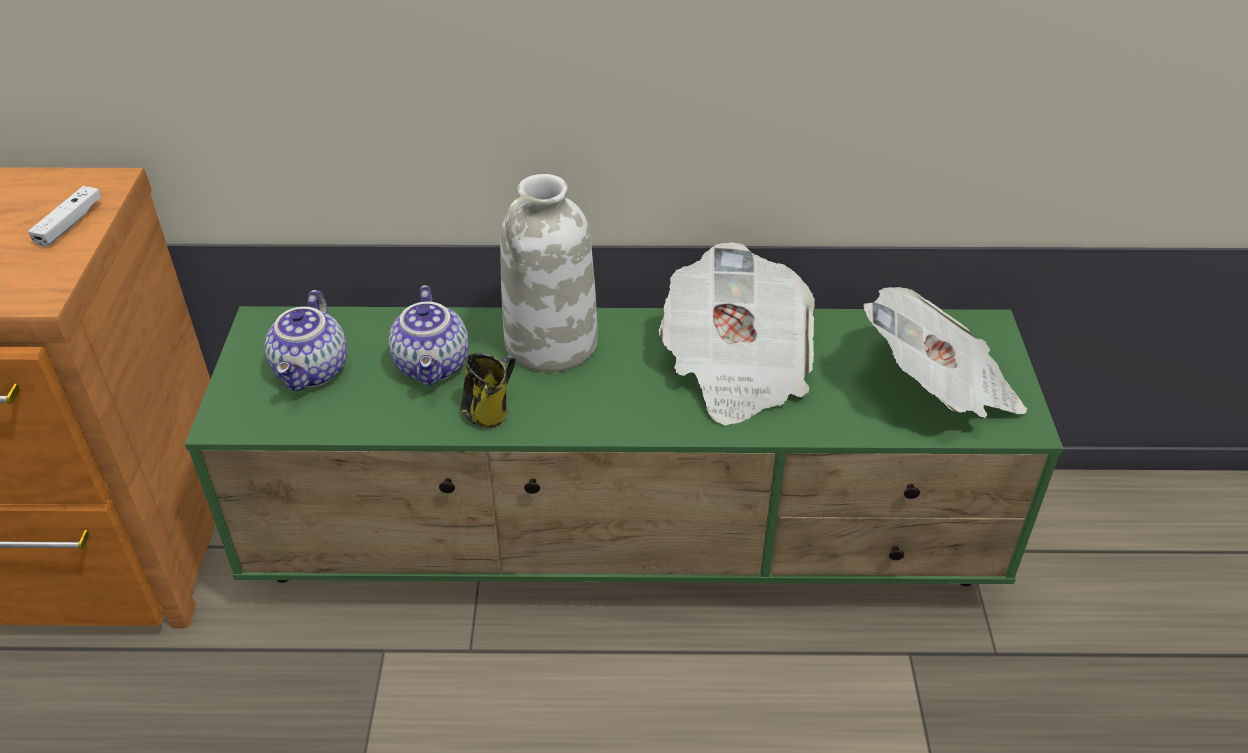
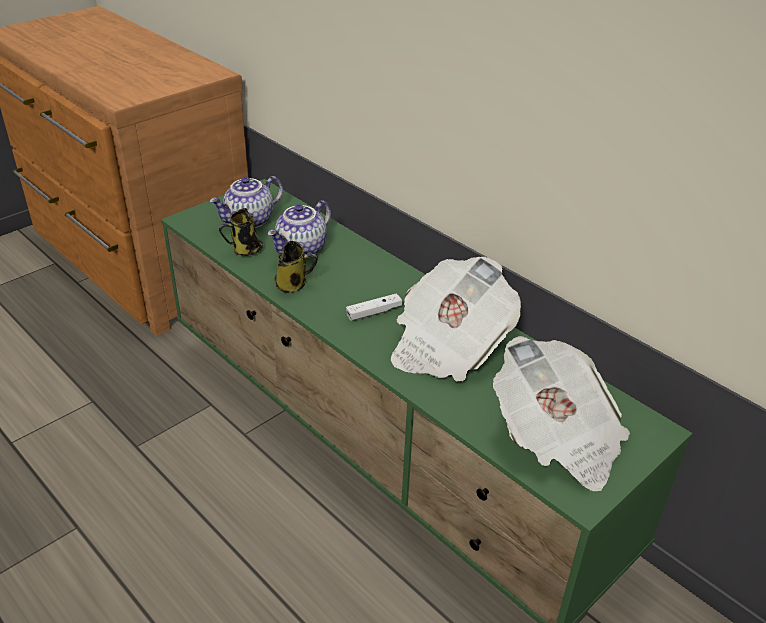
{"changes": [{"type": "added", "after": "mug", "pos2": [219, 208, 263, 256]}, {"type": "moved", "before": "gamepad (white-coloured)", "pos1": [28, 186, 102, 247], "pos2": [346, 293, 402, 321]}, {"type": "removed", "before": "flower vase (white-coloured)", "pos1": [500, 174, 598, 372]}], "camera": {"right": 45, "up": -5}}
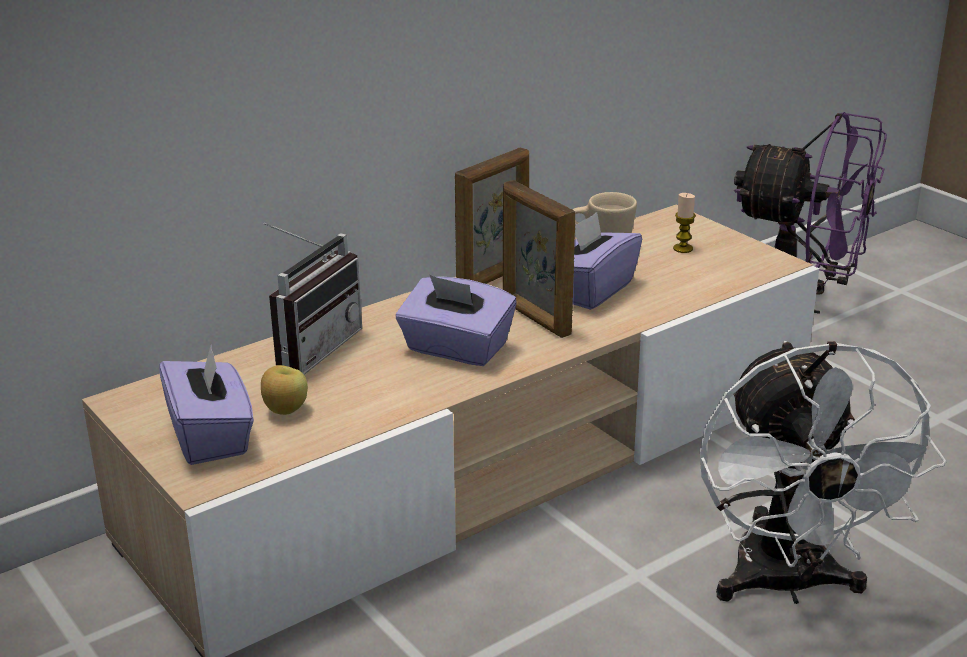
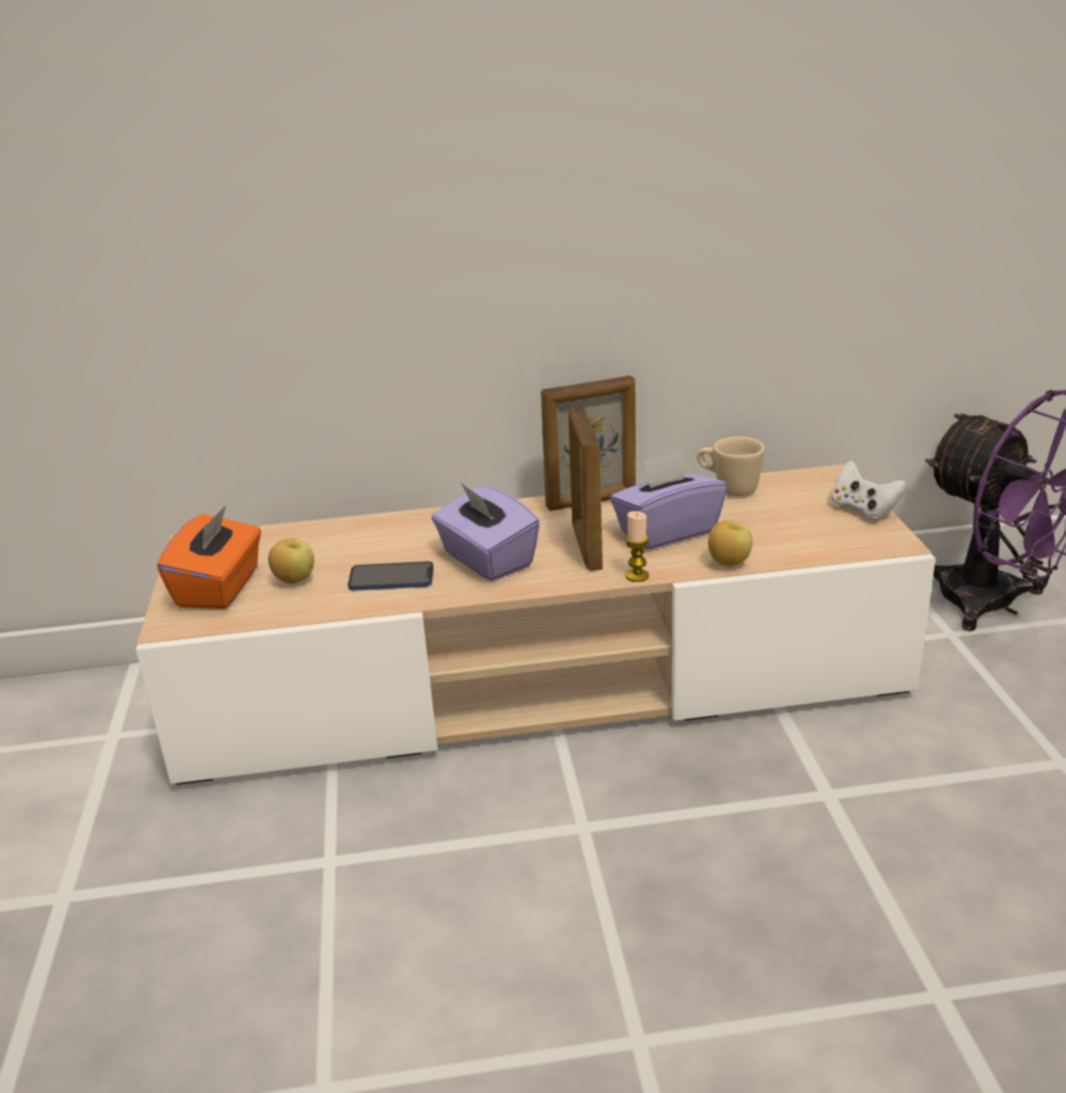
{"changes": [{"type": "recoloured", "before": "tissue box (purple-coloured)", "after": "tissue box (orange-coloured)", "pos1": [159, 343, 254, 465], "pos2": [157, 505, 261, 609]}, {"type": "added", "after": "telephone", "pos2": [348, 561, 434, 591]}, {"type": "moved", "before": "candle", "pos1": [673, 193, 696, 253], "pos2": [625, 511, 649, 582]}, {"type": "added", "after": "apple", "pos2": [708, 520, 753, 567]}, {"type": "added", "after": "gamepad (white-coloured)", "pos2": [832, 460, 907, 521]}, {"type": "removed", "before": "radio", "pos1": [264, 223, 362, 375]}, {"type": "removed", "before": "cooling fan (white-coloured)", "pos1": [700, 341, 946, 604]}], "camera": {"right": 30, "up": 0}}
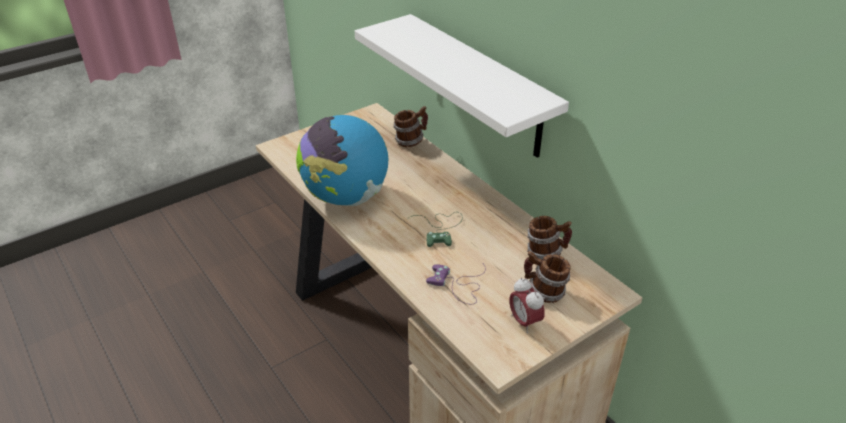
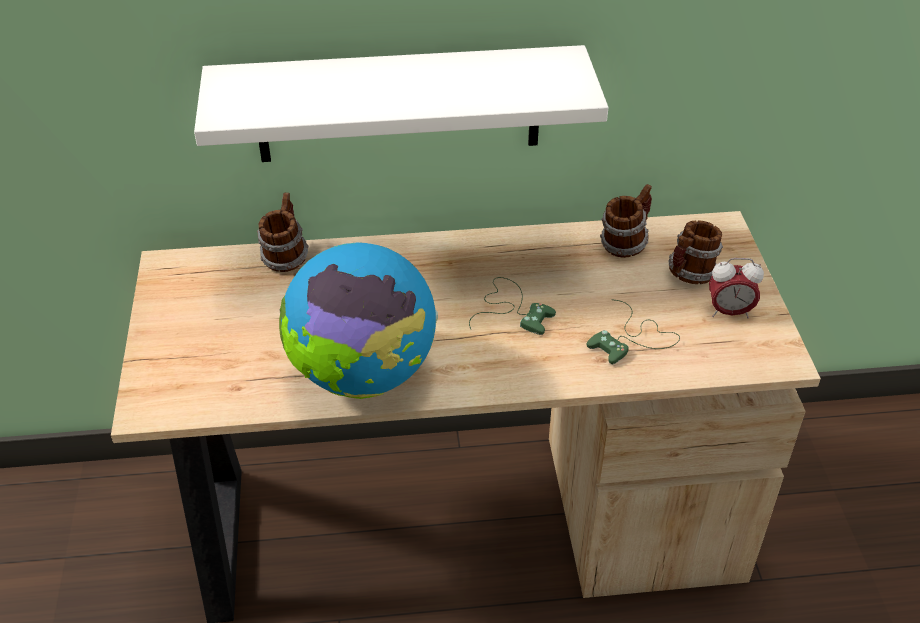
{"changes": [{"type": "recoloured", "before": "gamepad (purple-coloured)", "after": "gamepad (green-coloured)", "pos1": [426, 264, 486, 304], "pos2": [586, 300, 680, 364]}], "camera": {"right": -60, "up": 5}}
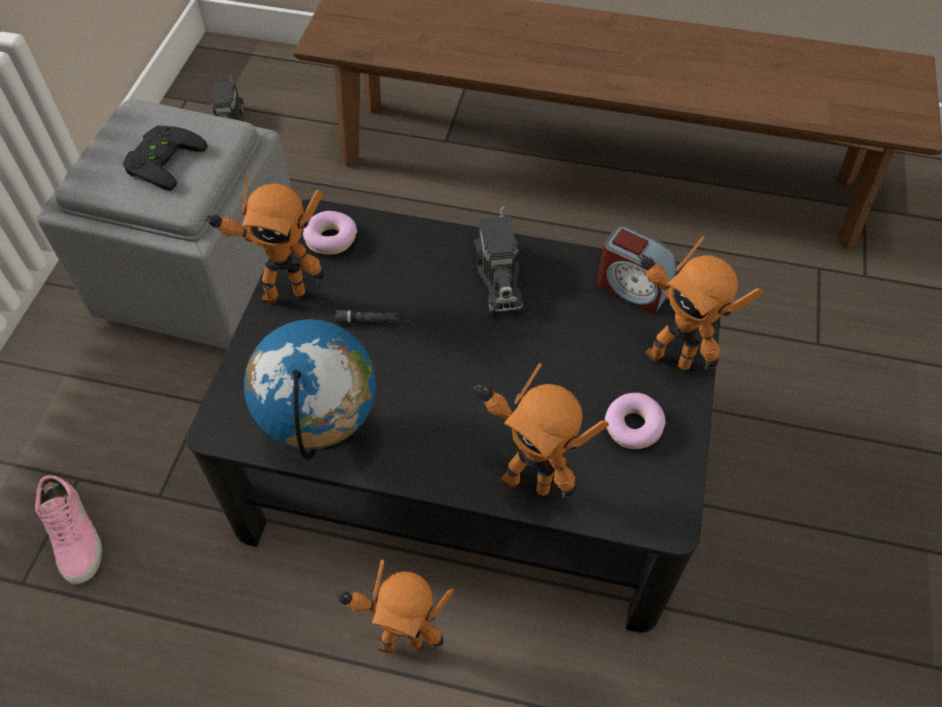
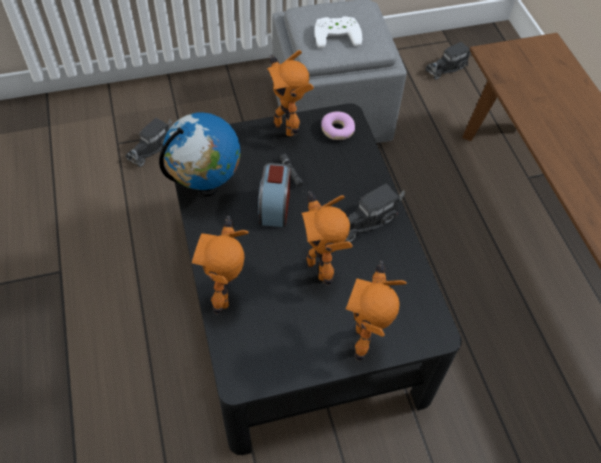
{"changes": [{"type": "replaced", "before": "item of footwear (pink-coloured)", "after": "toy truck", "pos1": [35, 475, 102, 585], "pos2": [125, 118, 172, 167]}, {"type": "moved", "before": "bedside clock", "pos1": [597, 225, 677, 314], "pos2": [258, 163, 290, 227]}, {"type": "moved", "before": "model robot", "pos1": [335, 559, 454, 653], "pos2": [301, 191, 353, 286]}, {"type": "recoloured", "before": "gamepad (black-coloured)", "after": "gamepad (white-coloured)", "pos1": [123, 125, 208, 191], "pos2": [315, 17, 362, 48]}, {"type": "removed", "before": "ring doughnut", "pos1": [605, 393, 665, 449]}], "camera": {"right": 60, "up": 0}}
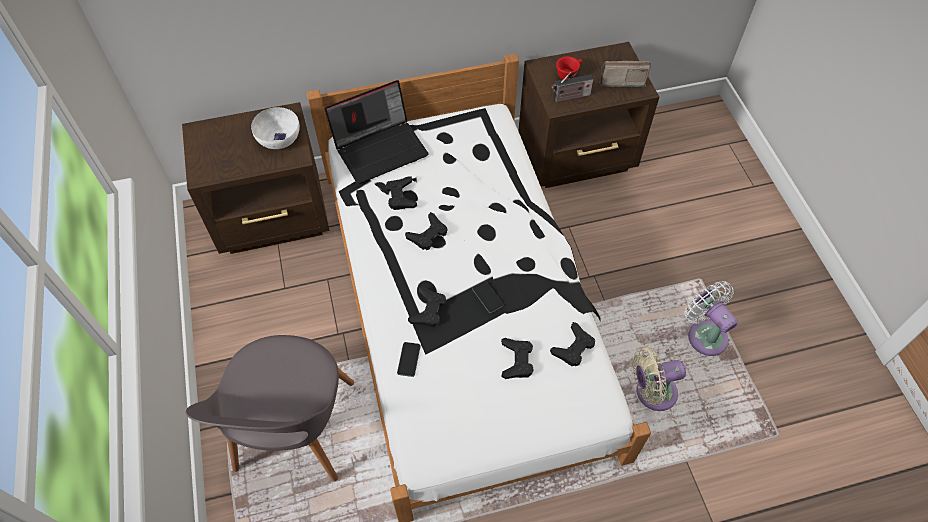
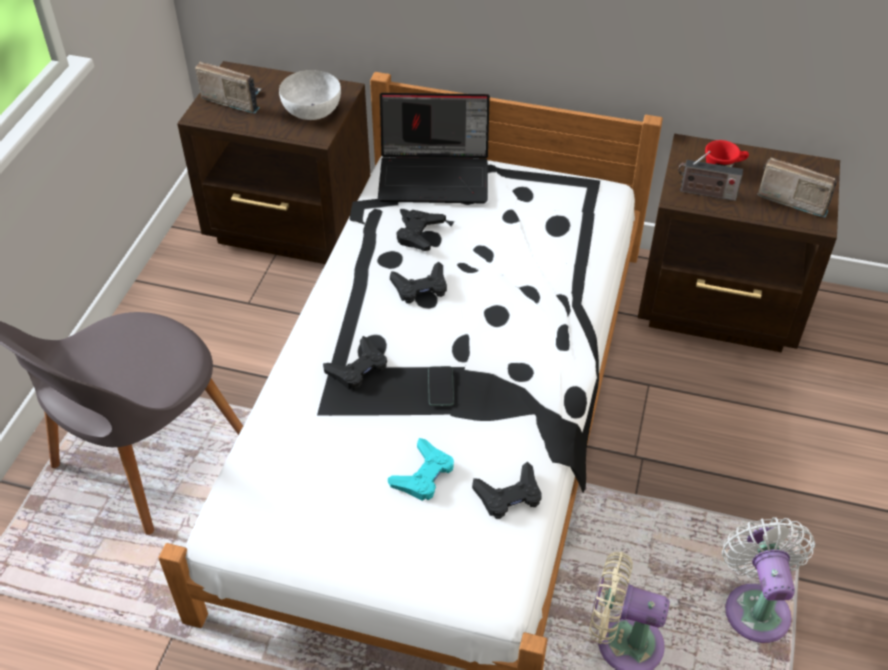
{"changes": [{"type": "added", "after": "radio", "pos2": [195, 61, 261, 114]}, {"type": "recoloured", "before": "gamepad (black-coloured)", "after": "gamepad (blue-green)", "pos1": [501, 338, 534, 379], "pos2": [388, 438, 454, 501]}, {"type": "removed", "before": "telephone", "pos1": [397, 342, 421, 377]}], "camera": {"right": 30, "up": -10}}
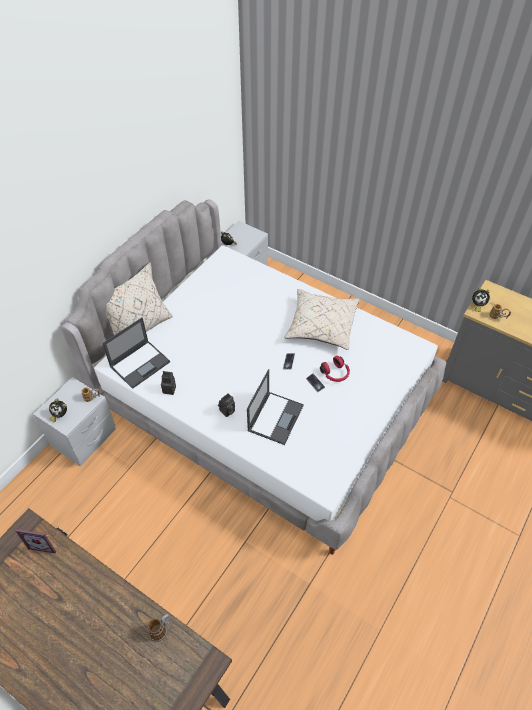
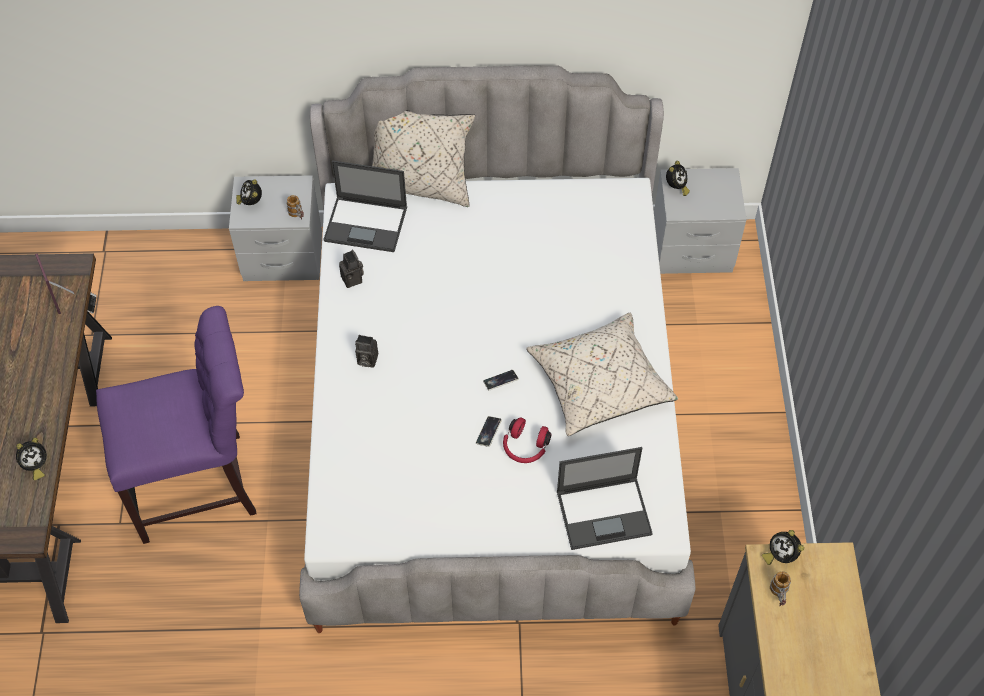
{"changes": [{"type": "replaced", "before": "mug", "after": "bedside clock", "pos1": [148, 614, 170, 642], "pos2": [16, 438, 47, 480]}, {"type": "added", "after": "chair (purple-coloured)", "pos2": [96, 306, 257, 544]}, {"type": "moved", "before": "portable computer", "pos1": [247, 369, 304, 445], "pos2": [557, 447, 653, 550]}], "camera": {"right": 55, "up": 5}}
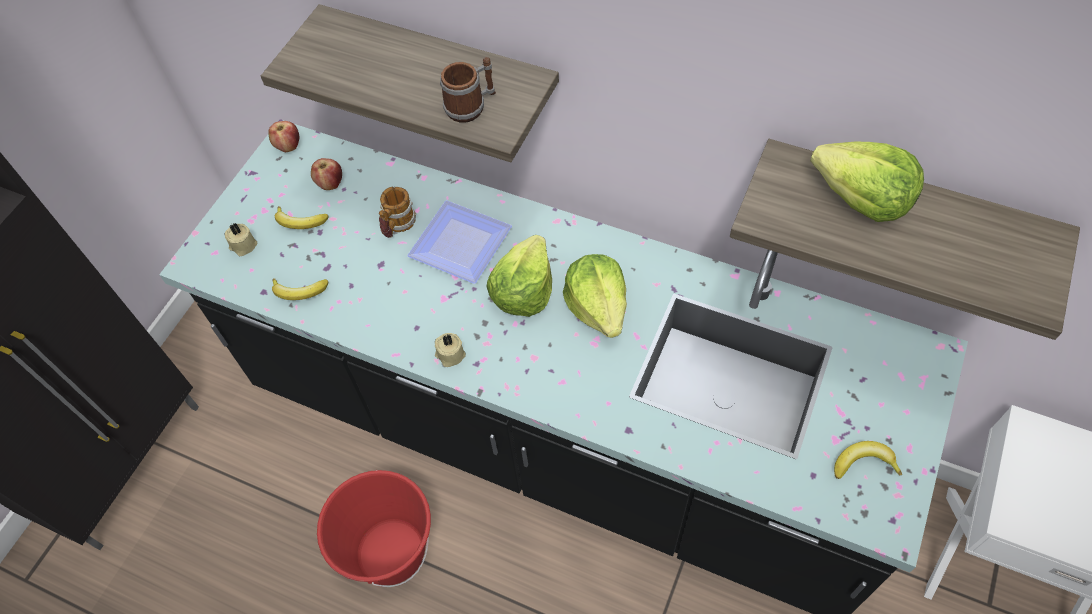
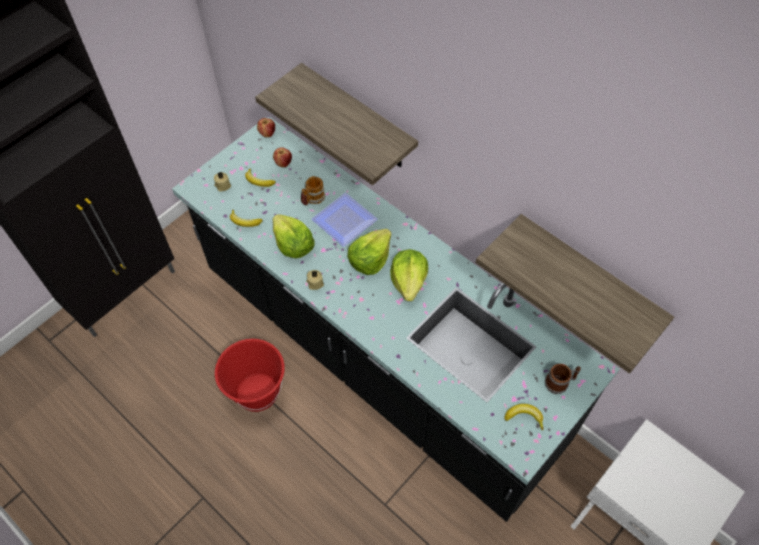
{"changes": [{"type": "moved", "before": "lettuce head", "pos1": [810, 142, 924, 222], "pos2": [273, 214, 314, 258]}, {"type": "moved", "before": "mug", "pos1": [440, 57, 496, 123], "pos2": [545, 364, 581, 394]}], "camera": {"right": 15, "up": 0}}
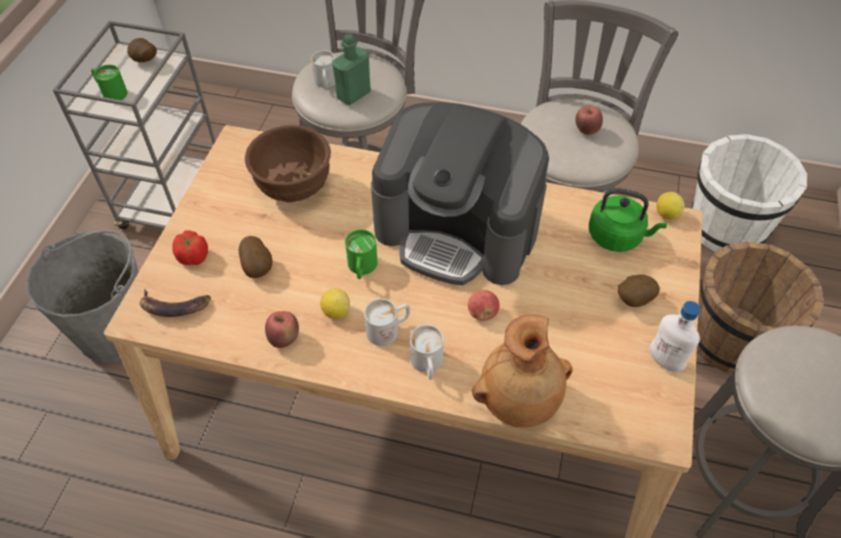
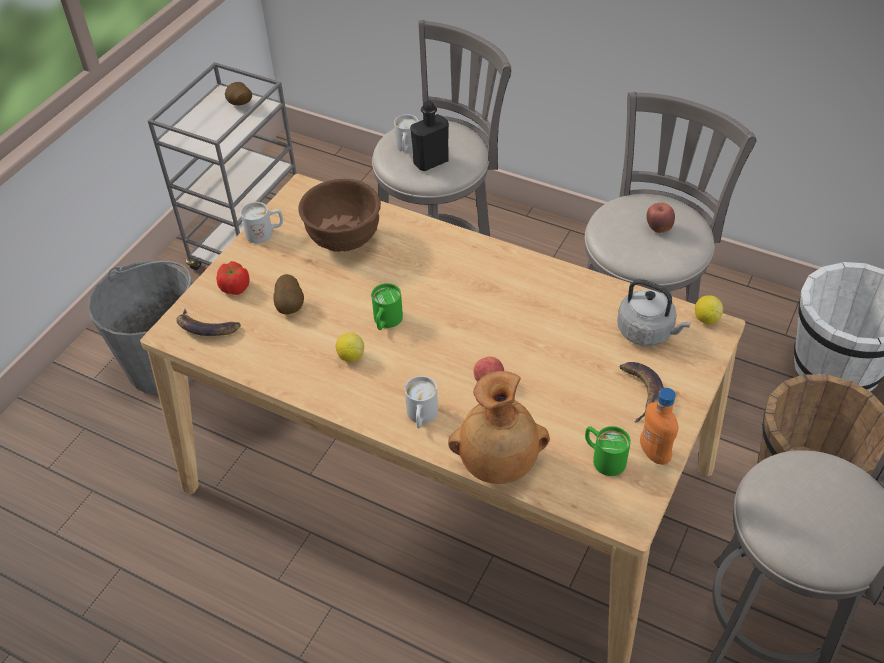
{"changes": [{"type": "moved", "before": "mug (white-coloured)", "pos1": [364, 299, 410, 346], "pos2": [240, 202, 283, 243]}, {"type": "recoloured", "before": "drink bottle (green-coloured)", "after": "drink bottle (black-coloured)", "pos1": [332, 34, 371, 105], "pos2": [410, 101, 449, 171]}, {"type": "moved", "before": "mug (green-coloured)", "pos1": [91, 65, 128, 100], "pos2": [585, 426, 631, 476]}, {"type": "recoloured", "before": "water kettle (green-coloured)", "after": "water kettle (gray)", "pos1": [589, 188, 667, 252], "pos2": [617, 279, 691, 346]}, {"type": "replaced", "before": "potato", "after": "banana fruit", "pos1": [618, 274, 660, 307], "pos2": [619, 362, 664, 423]}, {"type": "recoloured", "before": "drink bottle (white-coloured)", "after": "drink bottle (orange-coloured)", "pos1": [649, 301, 700, 372], "pos2": [640, 388, 678, 465]}, {"type": "removed", "before": "apple", "pos1": [265, 311, 299, 348]}, {"type": "removed", "before": "coffee maker", "pos1": [371, 102, 549, 285]}], "camera": {"right": 15, "up": -5}}
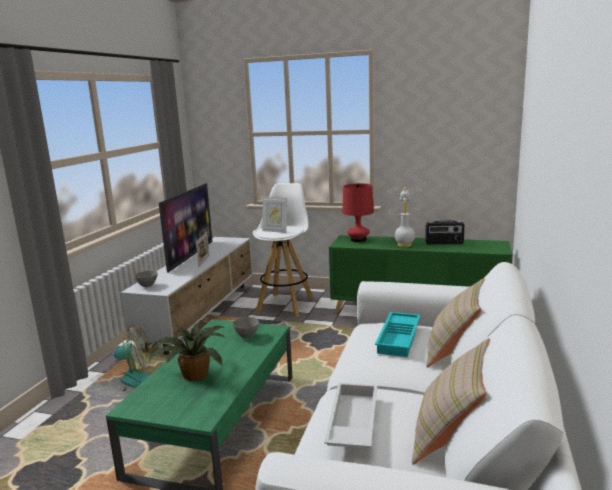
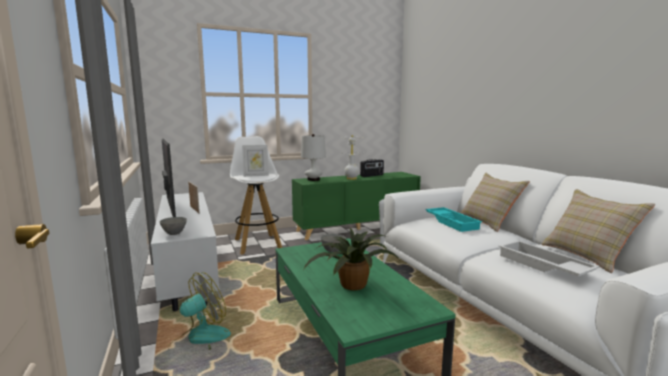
{"changes": [{"type": "recoloured", "before": "table lamp (reddish)", "after": "table lamp (white-coloured)", "pos1": [342, 183, 374, 242], "pos2": [301, 134, 326, 181]}], "camera": {"right": -40, "up": -5}}
